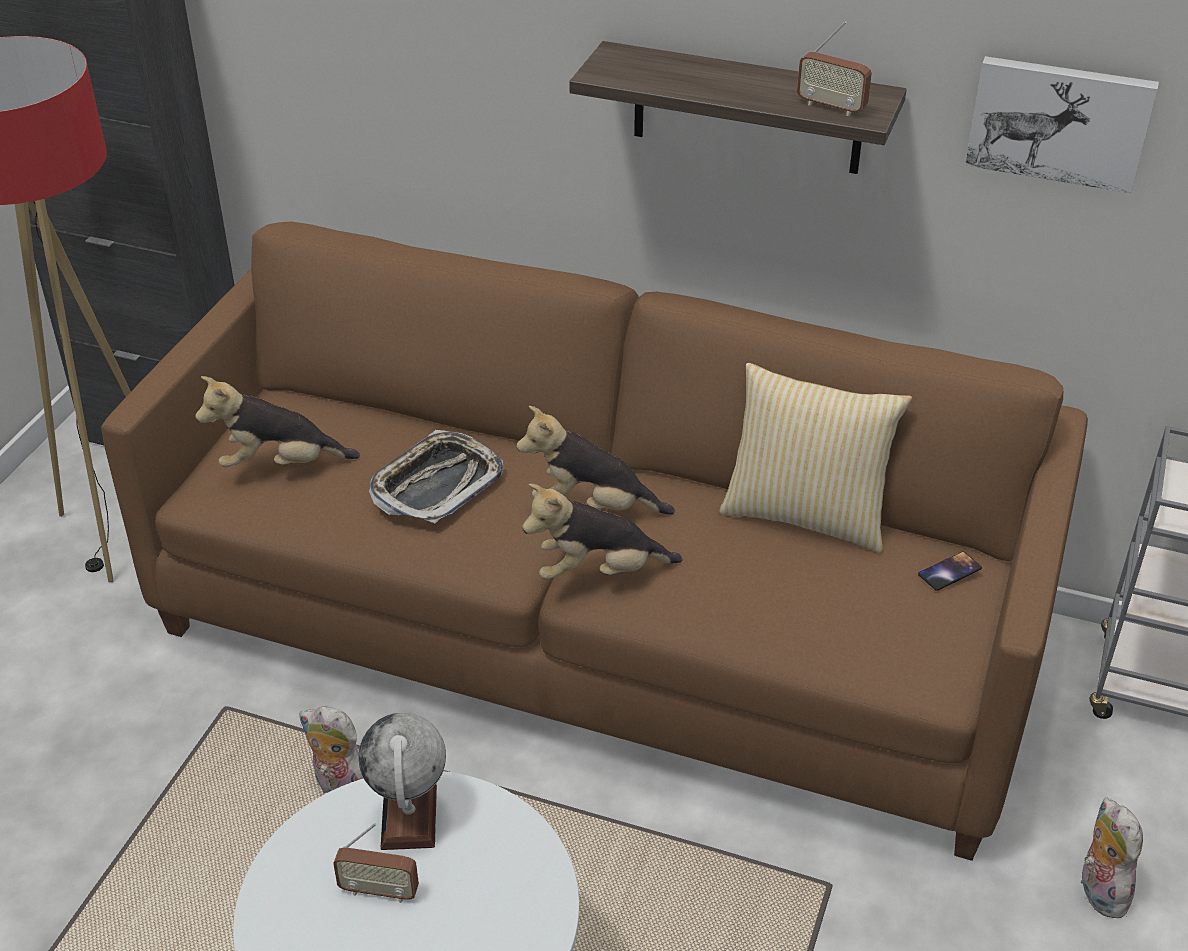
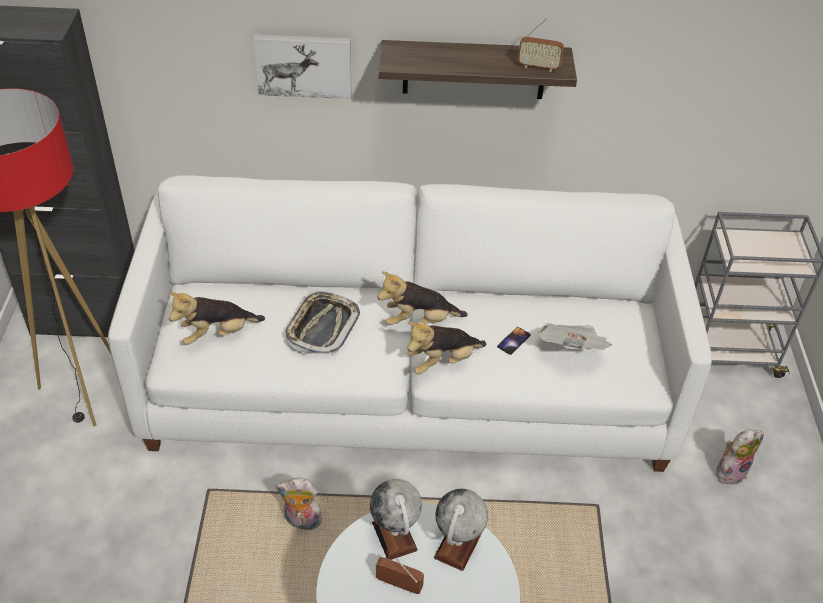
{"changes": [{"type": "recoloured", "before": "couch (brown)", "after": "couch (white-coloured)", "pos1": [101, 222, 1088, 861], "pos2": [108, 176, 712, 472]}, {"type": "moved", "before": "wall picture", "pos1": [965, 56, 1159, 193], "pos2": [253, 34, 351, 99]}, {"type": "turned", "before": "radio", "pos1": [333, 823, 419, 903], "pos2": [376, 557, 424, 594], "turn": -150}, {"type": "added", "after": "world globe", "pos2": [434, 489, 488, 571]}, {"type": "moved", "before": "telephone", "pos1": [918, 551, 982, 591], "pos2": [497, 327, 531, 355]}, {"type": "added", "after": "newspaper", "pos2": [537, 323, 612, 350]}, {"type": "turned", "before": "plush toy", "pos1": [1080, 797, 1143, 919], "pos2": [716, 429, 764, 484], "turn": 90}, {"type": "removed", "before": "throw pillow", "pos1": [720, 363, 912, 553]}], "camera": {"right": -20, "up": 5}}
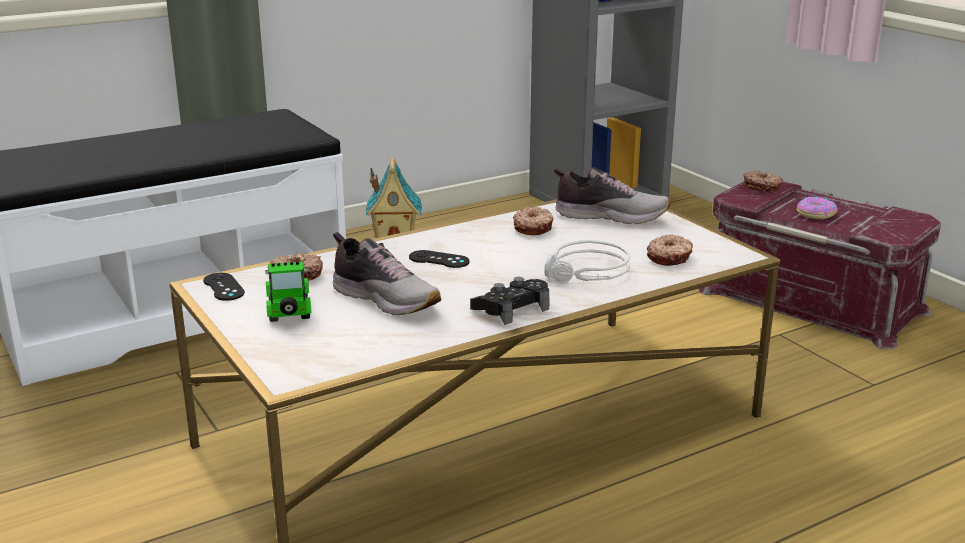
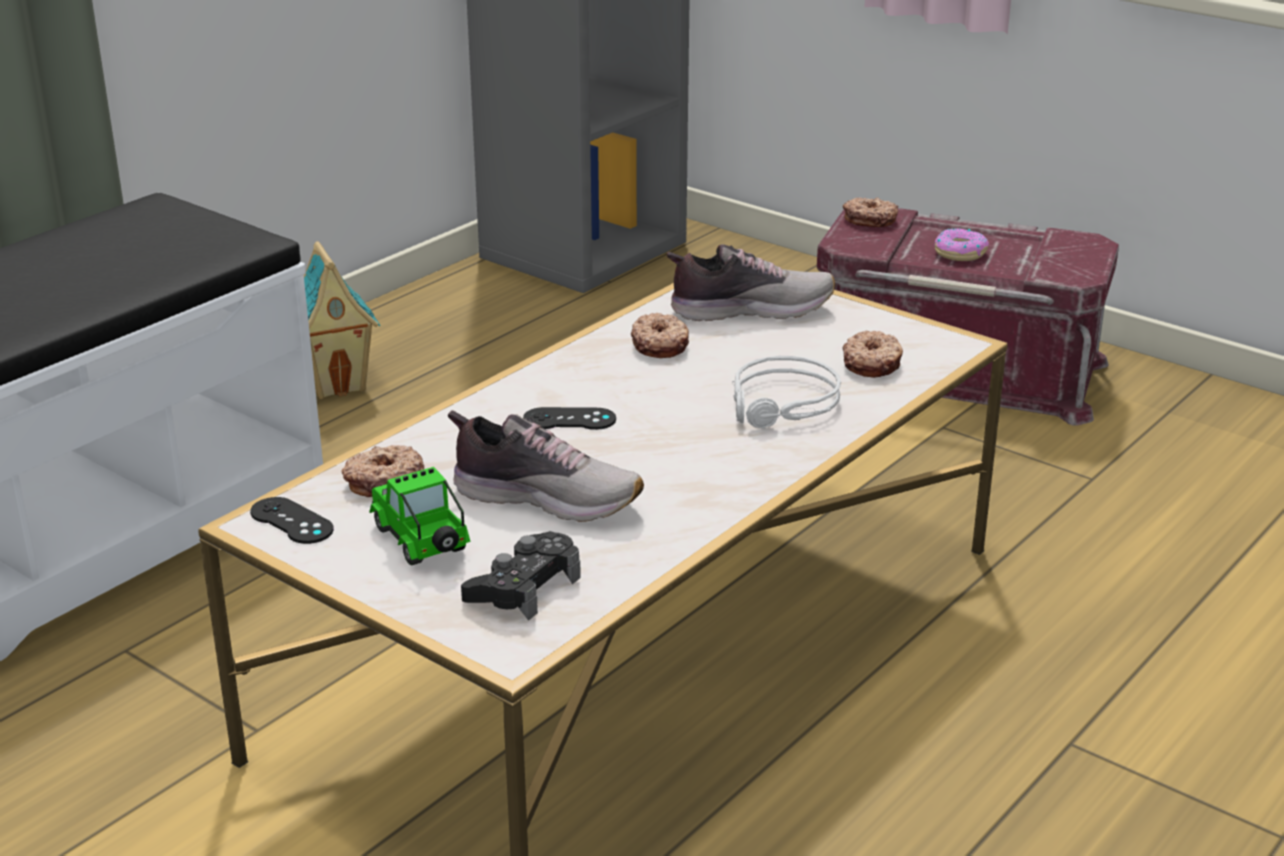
{"changes": [{"type": "moved", "before": "gamepad (black-coloured)", "pos1": [470, 277, 550, 325], "pos2": [461, 531, 581, 621]}], "camera": {"right": -20, "up": 5}}
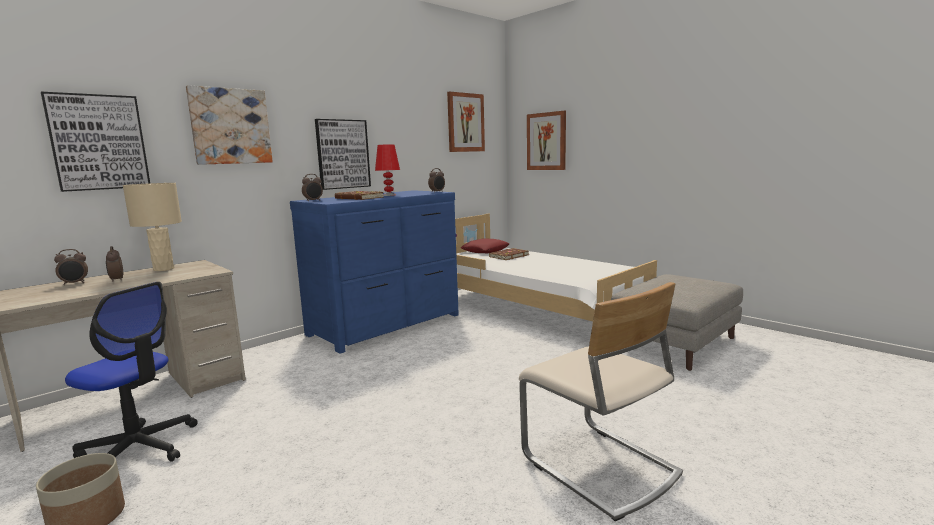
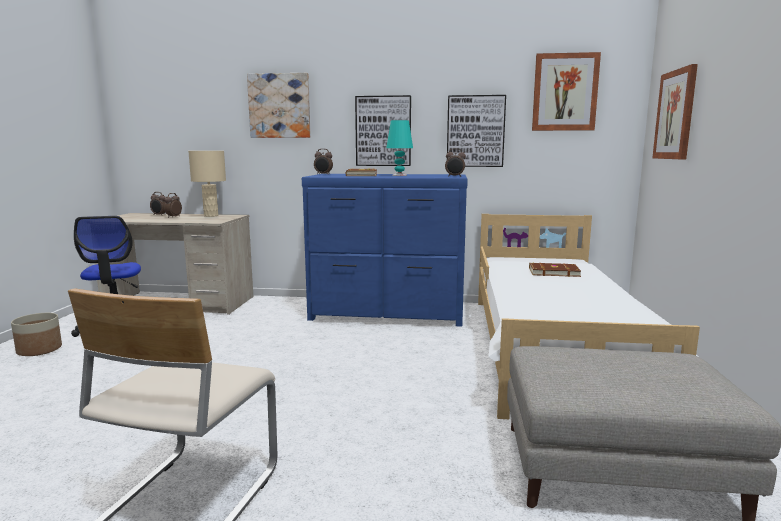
{"changes": [{"type": "recoloured", "before": "table lamp (reddish)", "after": "table lamp (blue-green)", "pos1": [375, 144, 400, 196], "pos2": [386, 120, 413, 176]}, {"type": "moved", "before": "wall picture", "pos1": [41, 92, 150, 192], "pos2": [447, 95, 506, 167]}, {"type": "removed", "before": "throw pillow (reddish)", "pos1": [461, 238, 509, 253]}], "camera": {"right": 50, "up": 0}}
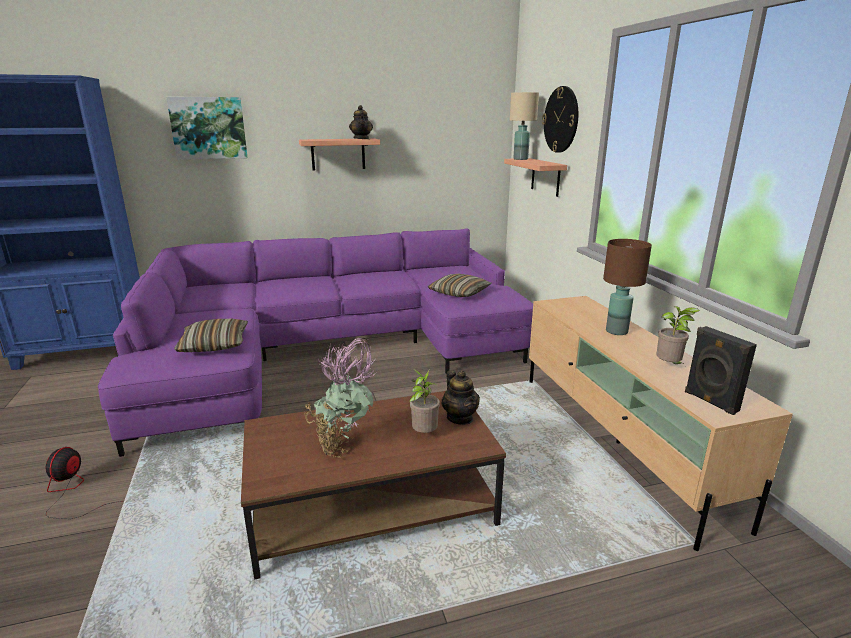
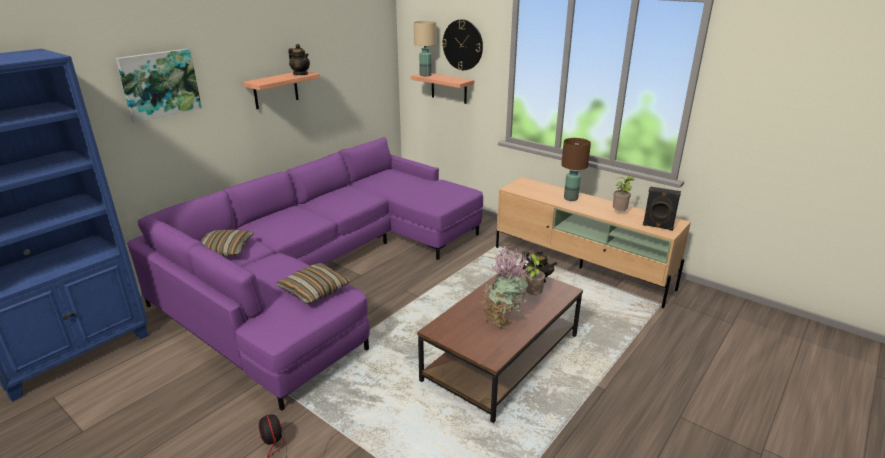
{"changes": [{"type": "moved", "before": "throw pillow", "pos1": [428, 274, 492, 297], "pos2": [201, 230, 254, 257]}], "camera": {"right": -35, "up": 5}}
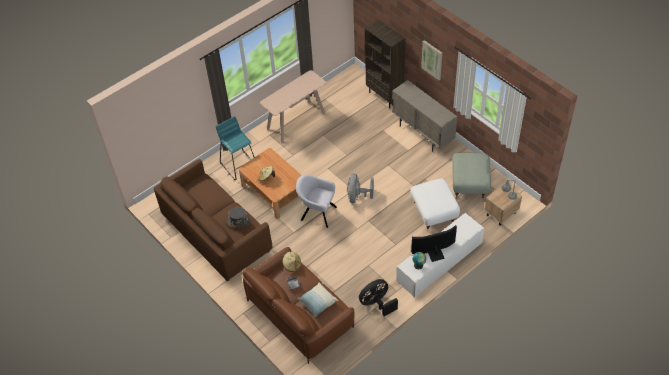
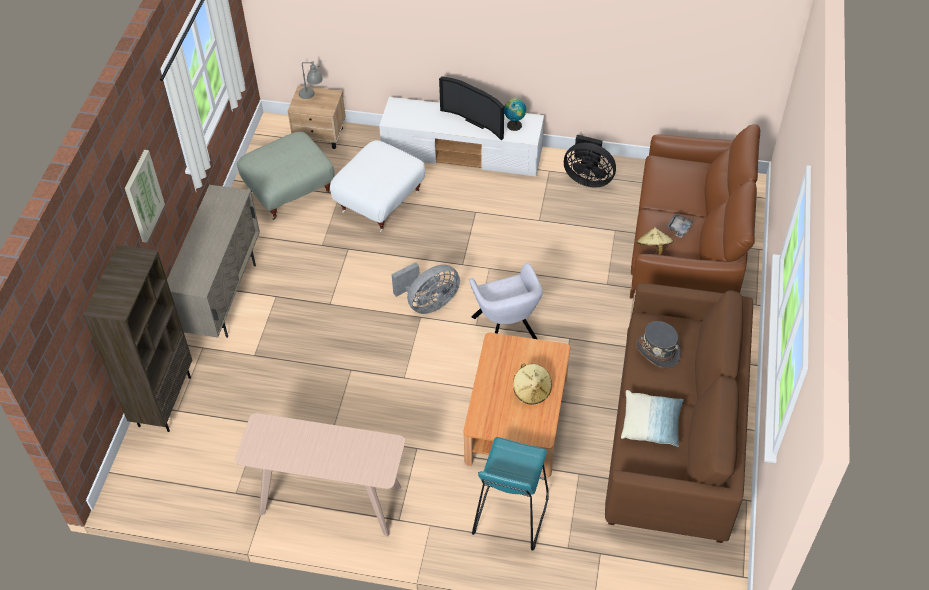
{"changes": [{"type": "moved", "before": "throw pillow", "pos1": [297, 283, 339, 317], "pos2": [621, 390, 684, 447]}], "camera": {"right": -130, "up": 0}}
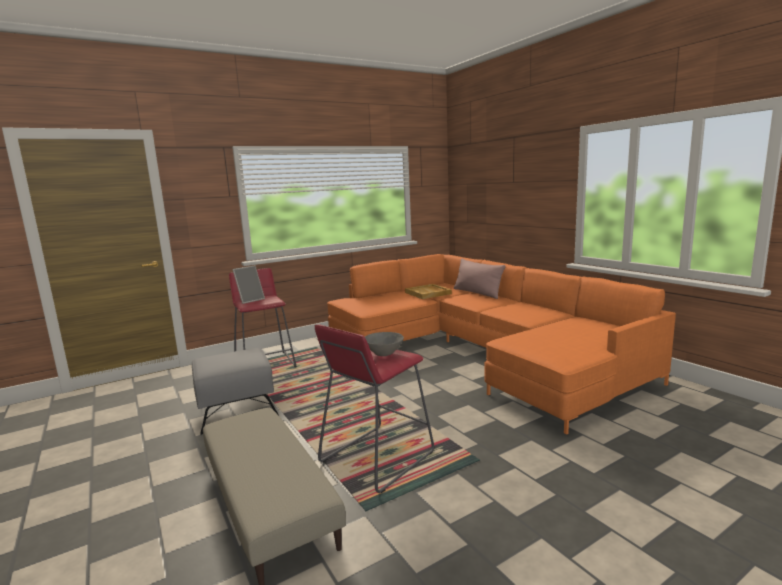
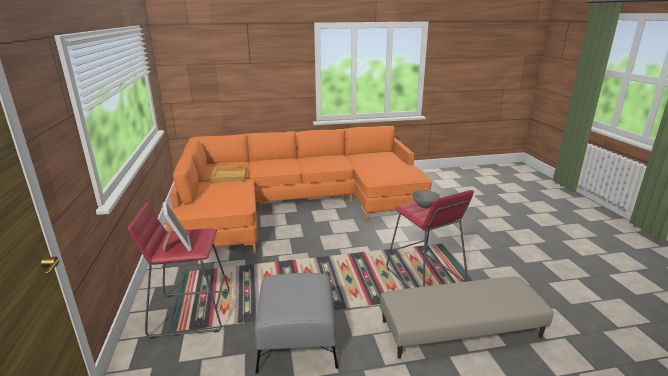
{"changes": [{"type": "removed", "before": "throw pillow (pink-coloured)", "pos1": [454, 258, 506, 299]}], "camera": {"right": -70, "up": 10}}
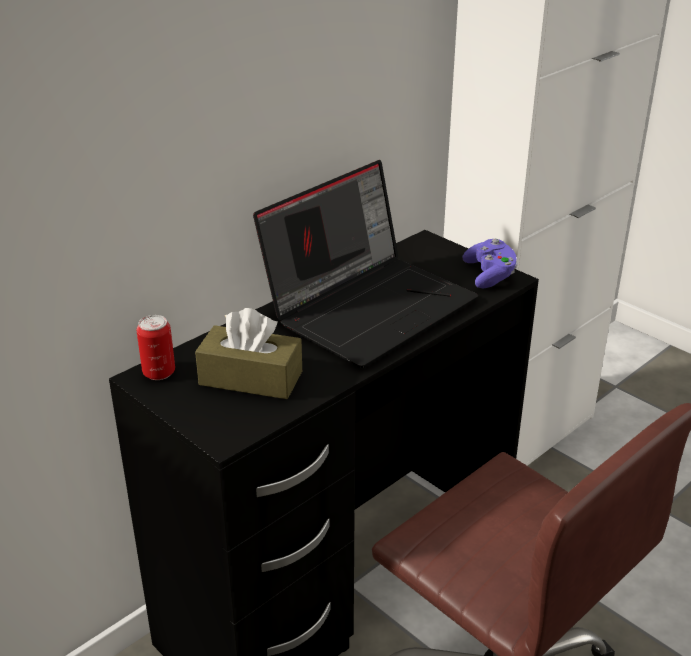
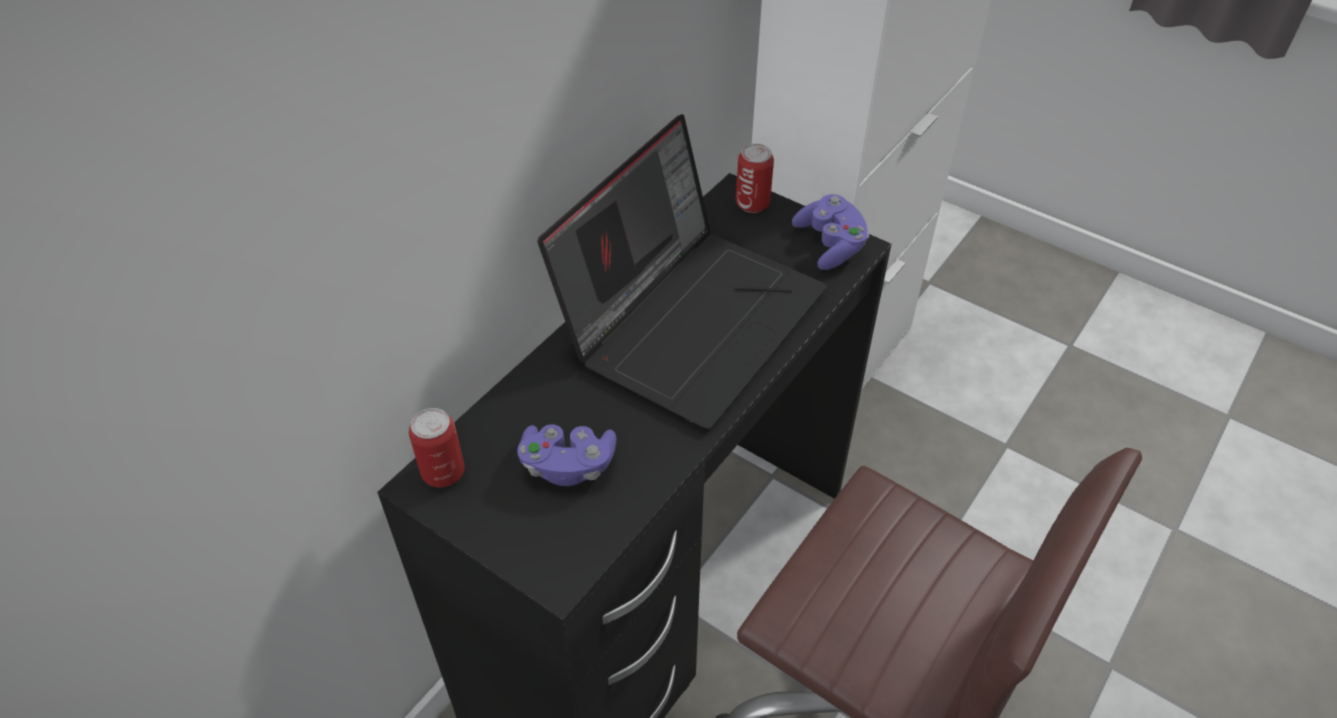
{"changes": [{"type": "replaced", "before": "tissue box (brown)", "after": "gamepad (purple-coloured)", "pos1": [195, 308, 302, 399], "pos2": [517, 424, 617, 486]}, {"type": "added", "after": "sealed can", "pos2": [736, 144, 774, 213]}], "camera": {"right": -10, "up": 15}}
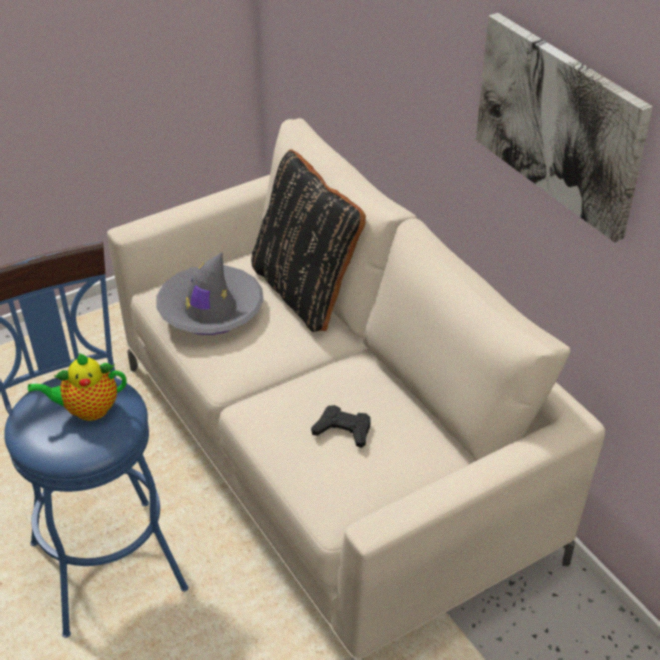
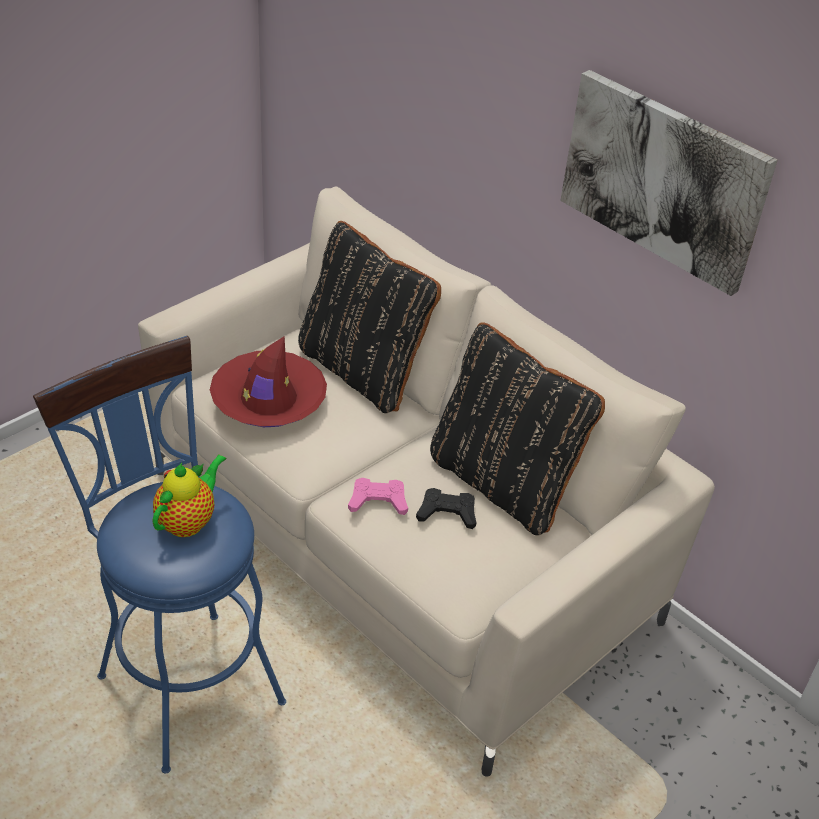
{"changes": [{"type": "turned", "before": "tea pot", "pos1": [28, 353, 126, 421], "pos2": [152, 454, 227, 537], "turn": 150}, {"type": "recoloured", "before": "clothing hat (gray)", "after": "clothing hat (reddish)", "pos1": [156, 252, 264, 335], "pos2": [210, 336, 327, 427]}, {"type": "added", "after": "gamepad (pink-coloured)", "pos2": [348, 478, 408, 515]}, {"type": "added", "after": "throw pillow (black-coloured)", "pos2": [430, 322, 605, 536]}], "camera": {"right": -15, "up": 0}}
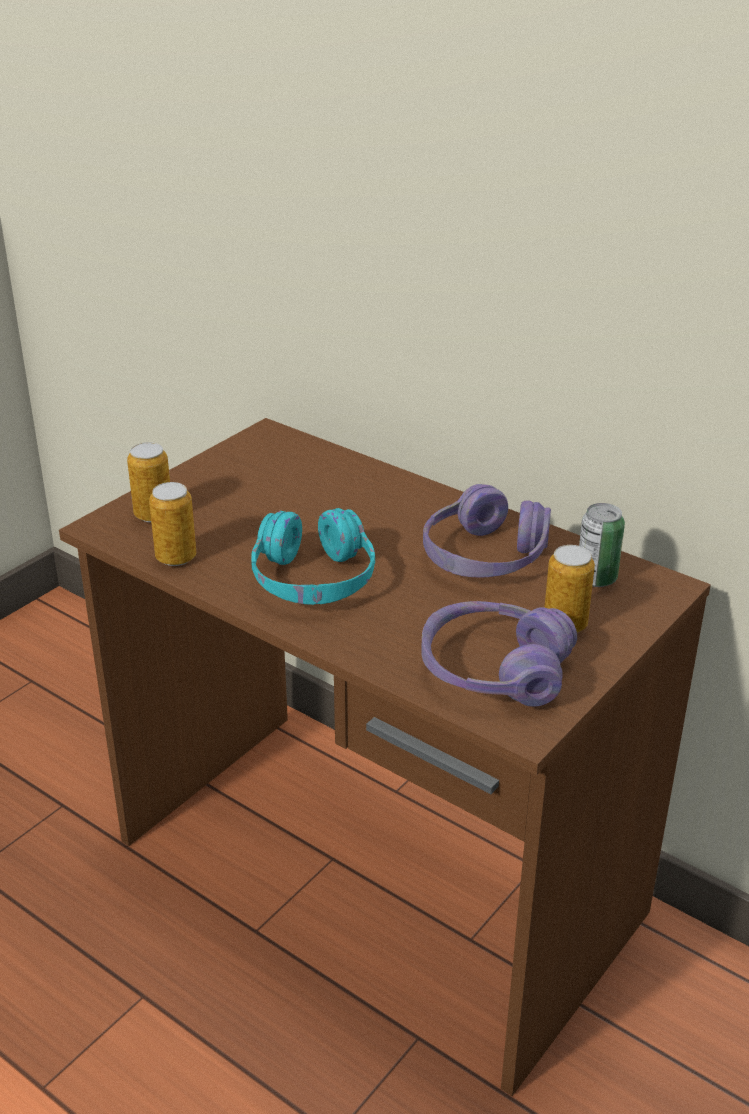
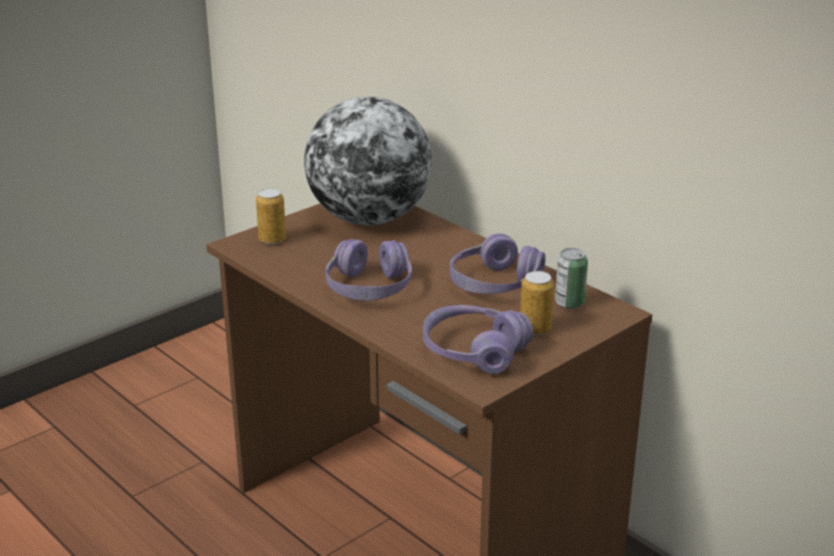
{"changes": [{"type": "added", "after": "world globe", "pos2": [304, 96, 432, 225]}, {"type": "recoloured", "before": "pair of headphones (blue-green)", "after": "pair of headphones (purple-coloured)", "pos1": [251, 508, 375, 605], "pos2": [325, 239, 412, 301]}, {"type": "removed", "before": "sealed can", "pos1": [149, 482, 196, 566]}], "camera": {"right": 10, "up": -5}}
